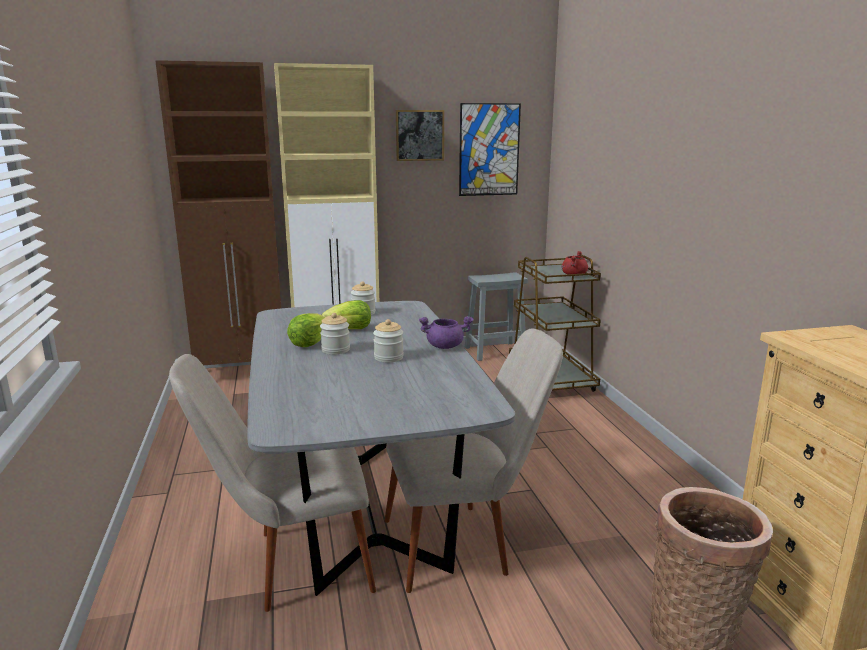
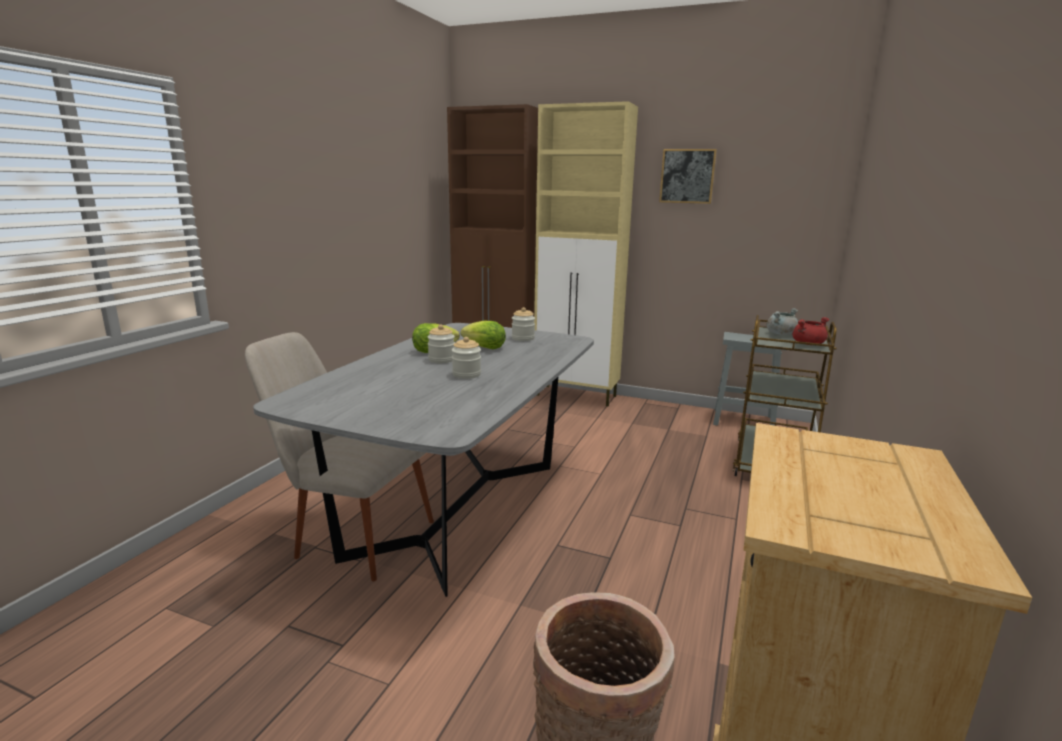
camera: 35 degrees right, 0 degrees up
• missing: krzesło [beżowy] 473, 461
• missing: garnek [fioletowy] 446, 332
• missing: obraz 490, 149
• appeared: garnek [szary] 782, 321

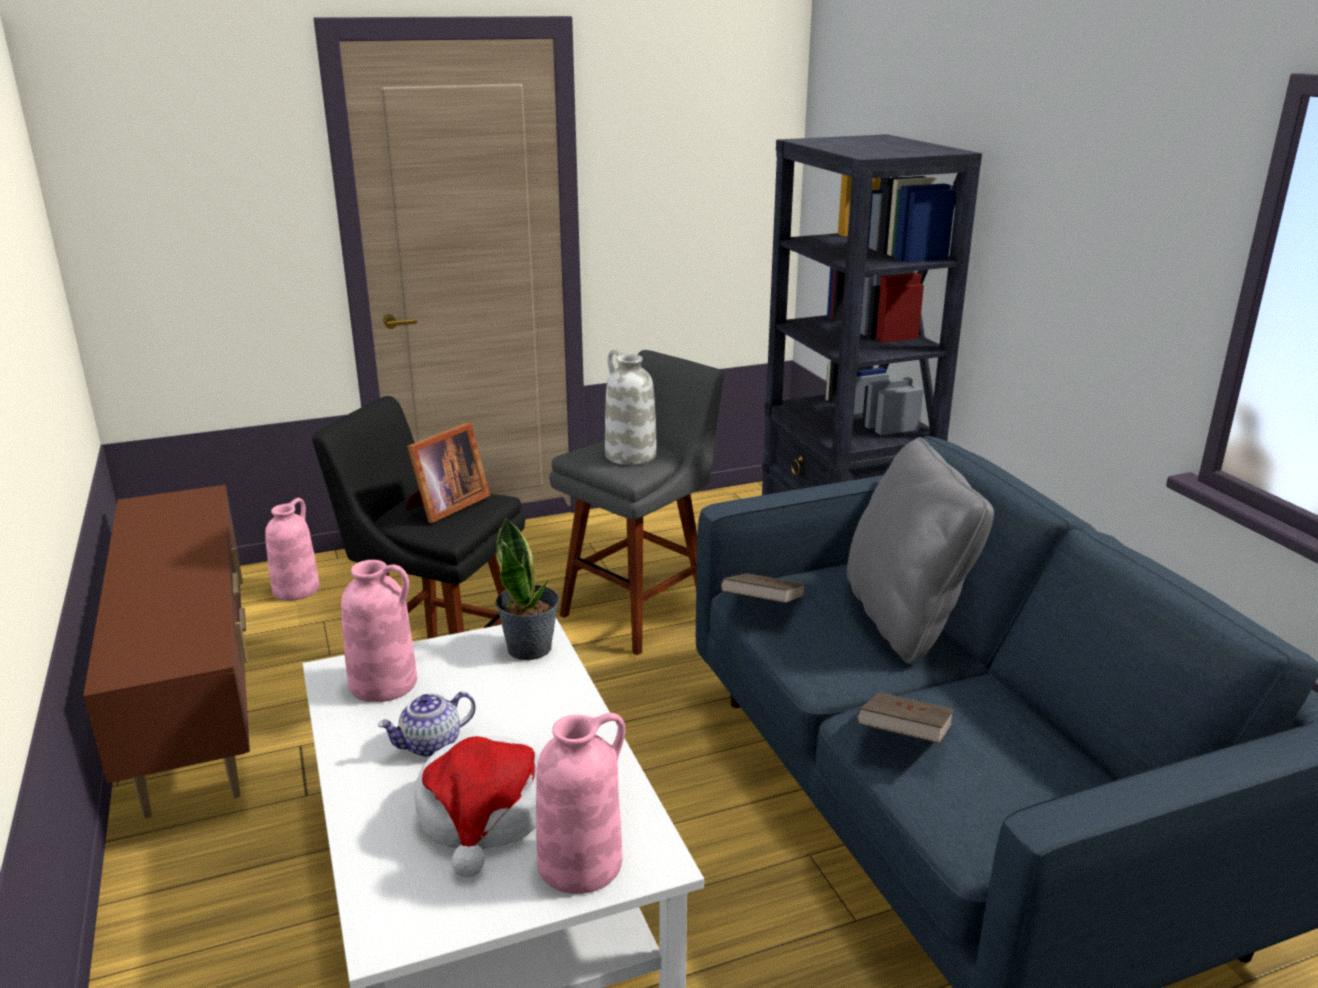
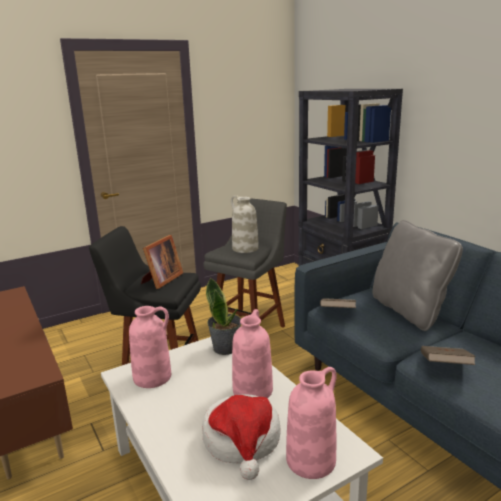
camera: 10 degrees left, 5 degrees down
• relocated: wazon [różowy] 292, 549 to 252, 353
• missing: imbryk 427, 724

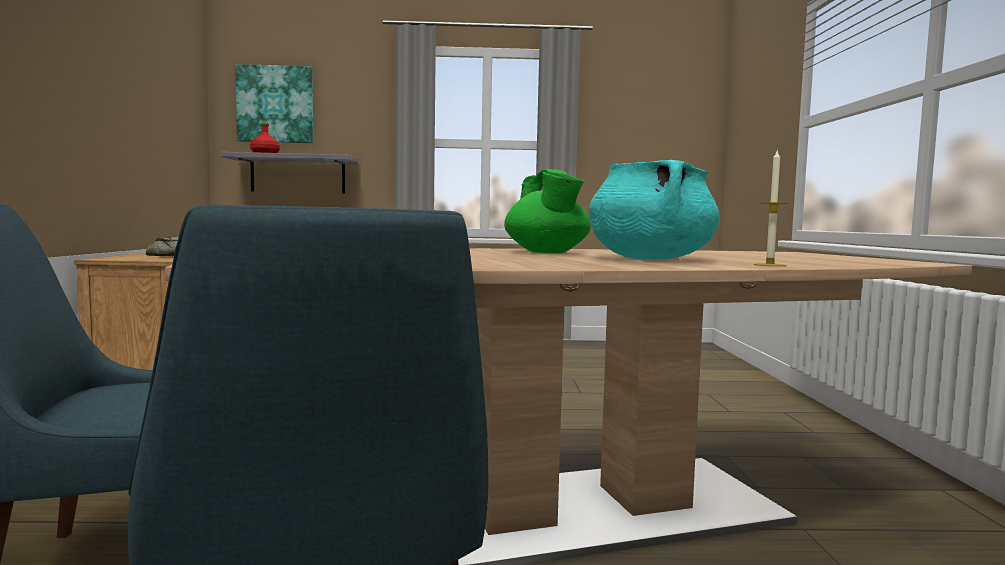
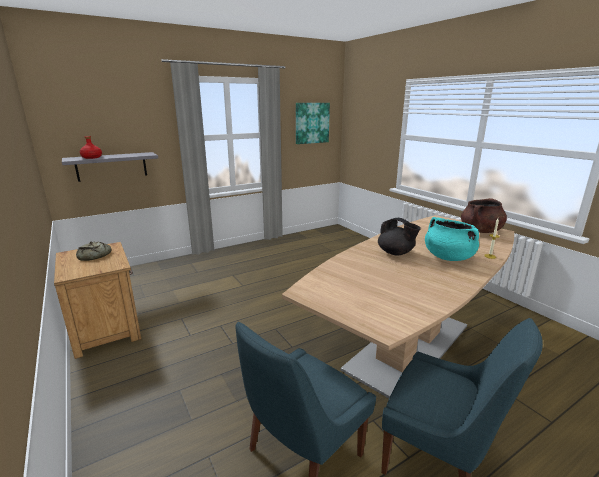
camera: 30 degrees left, 15 degrees up
• relocated: obraz 274, 103 to 313, 123
• colour: imbryk [zielony] 547, 211 to imbryk [czarny] 399, 237
• appeared: garnek [brązowy] 484, 215

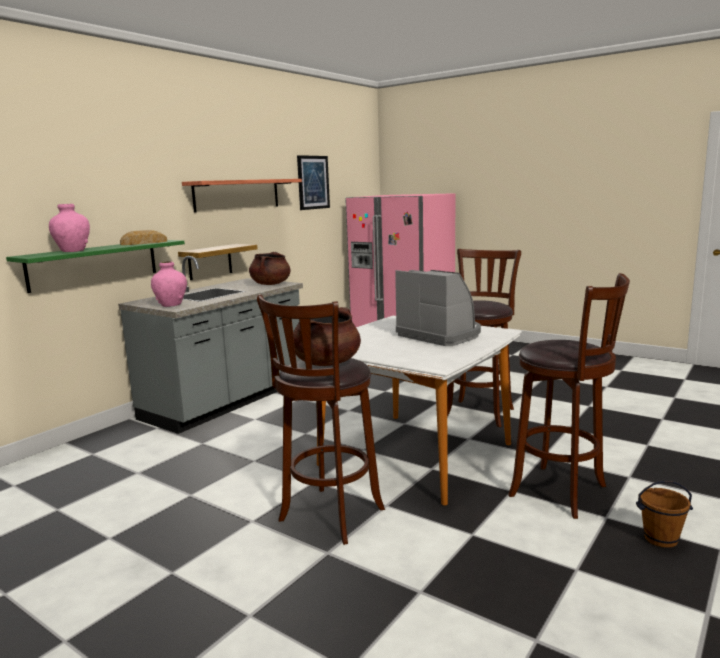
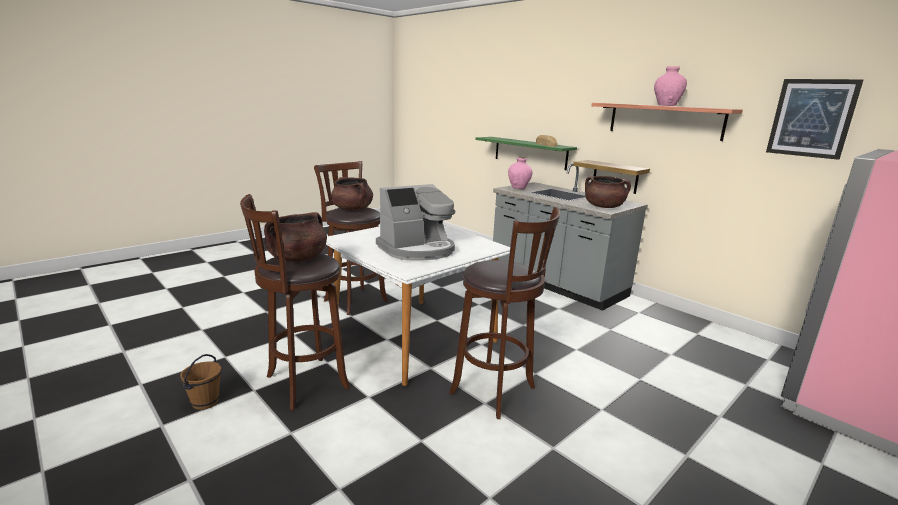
camera: 100 degrees right, 5 degrees up
• relocated: wazon [różowy] 69, 228 to 670, 86
• appeared: garnek [brązowy] 295, 237

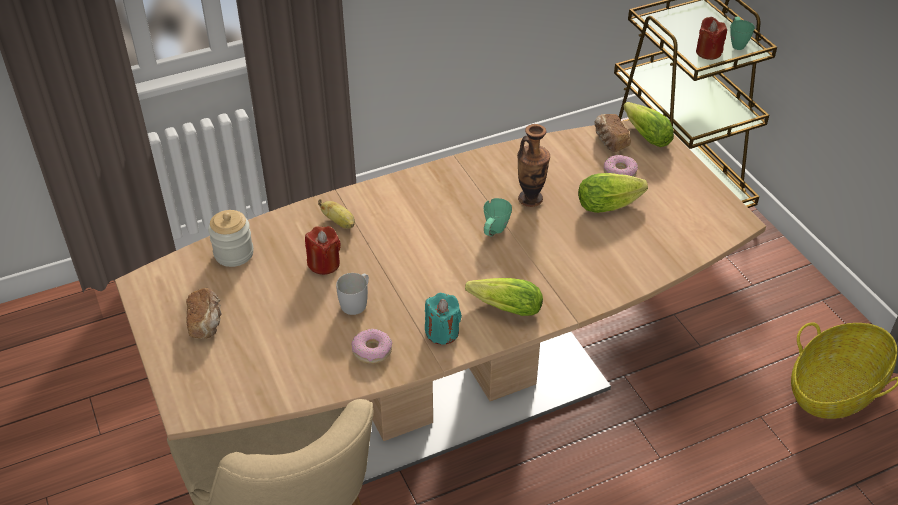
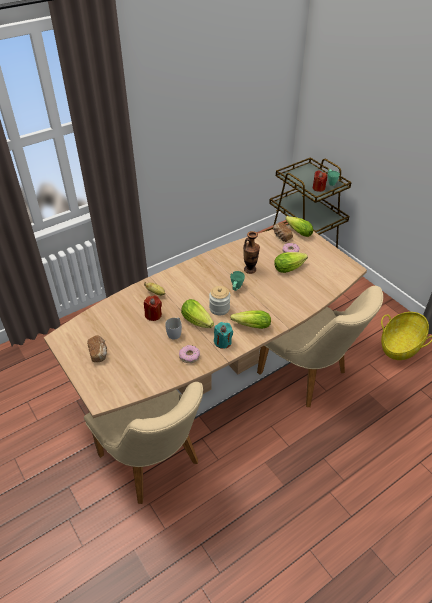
camera: 10 degrees left, 0 degrees up
• relocated: słoik 231, 238 to 219, 300
• appeared: sałata 197, 313
• appeared: krzesło [beżowy] 320, 346

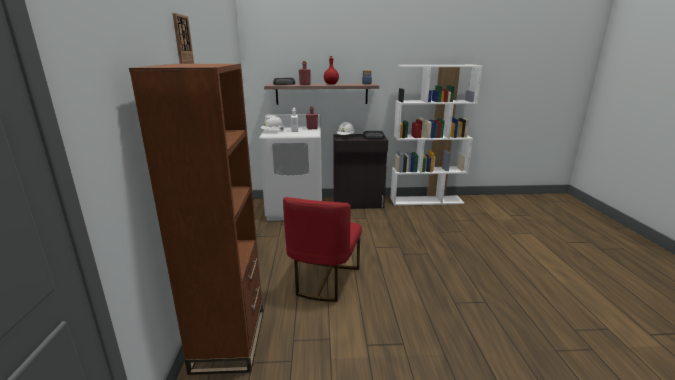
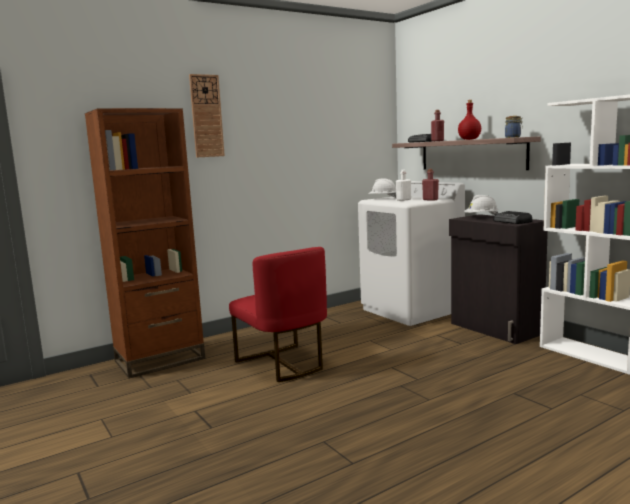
camera: 60 degrees right, 10 degrees down
• spun: krzesło [czerwony] 322, 249 = 278, 314 105 degrees counterclockwise

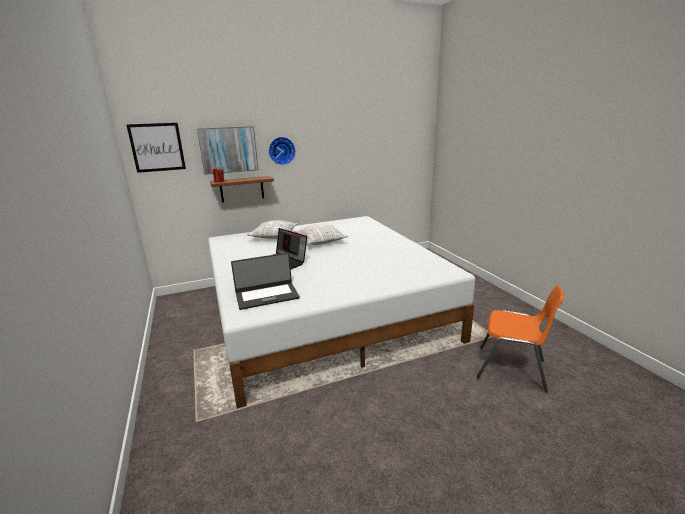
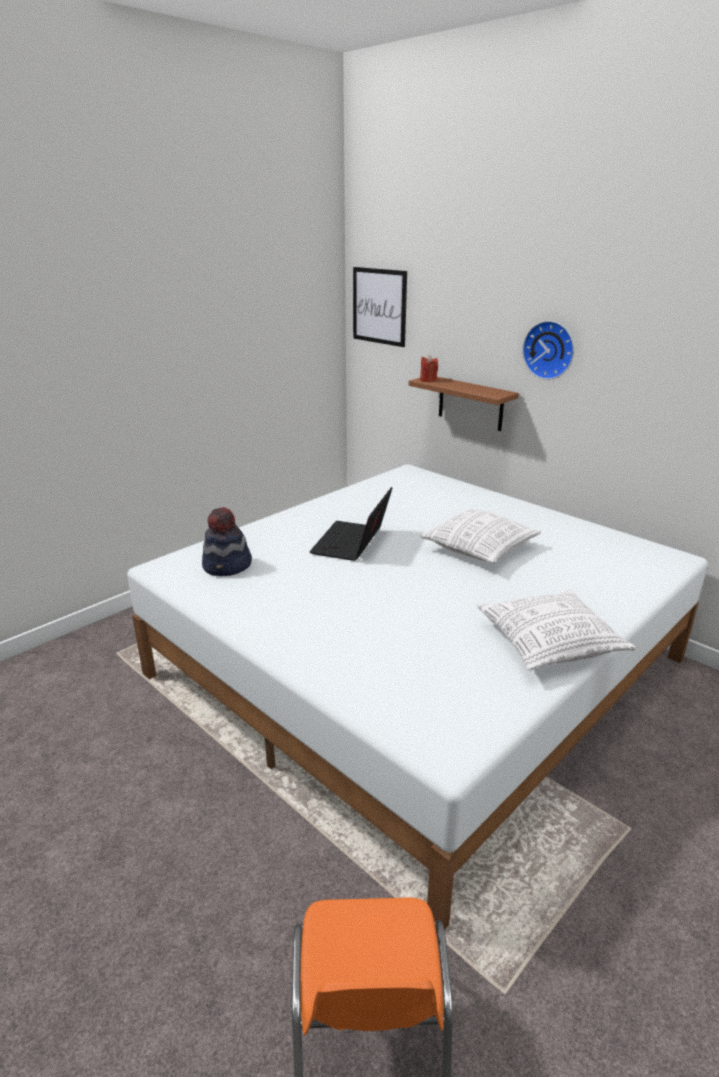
camera: 65 degrees right, 5 degrees up
• missing: obraz 228, 150
• exchanged: laptop 265, 281 to kapelusz 227, 541
• relocated: poduszka 272, 229 to 556, 630

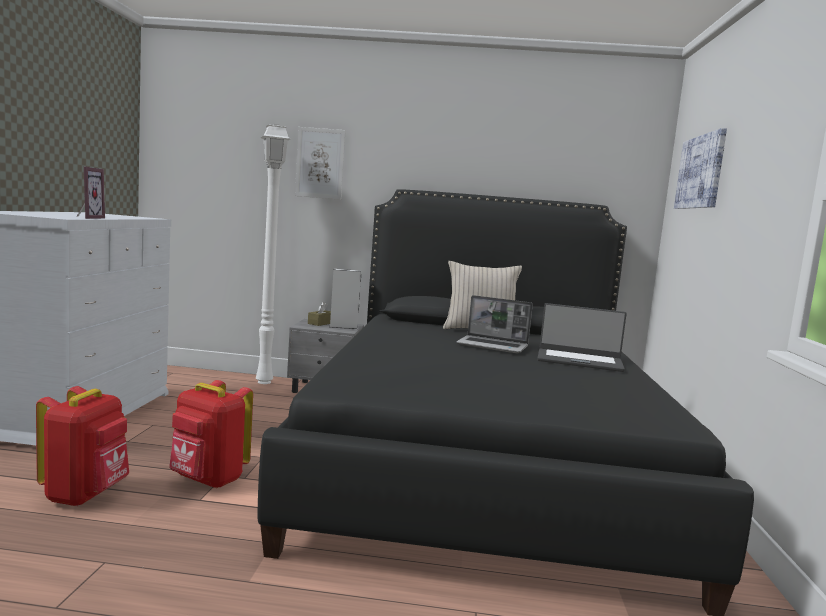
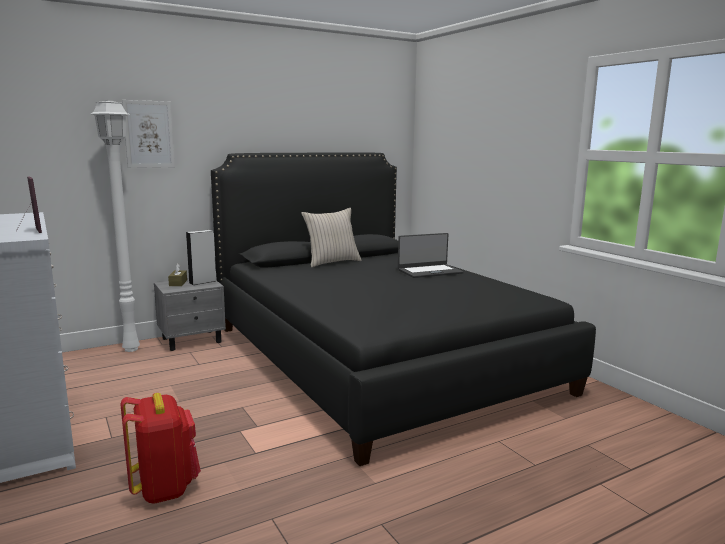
camera: 35 degrees left, 5 degrees up
• missing: plecak [czerwony] 211, 434
• missing: laptop 494, 324
• missing: obraz 700, 168

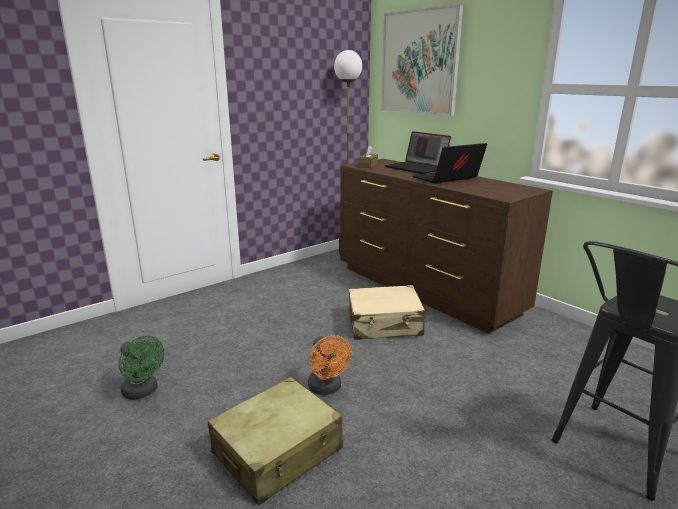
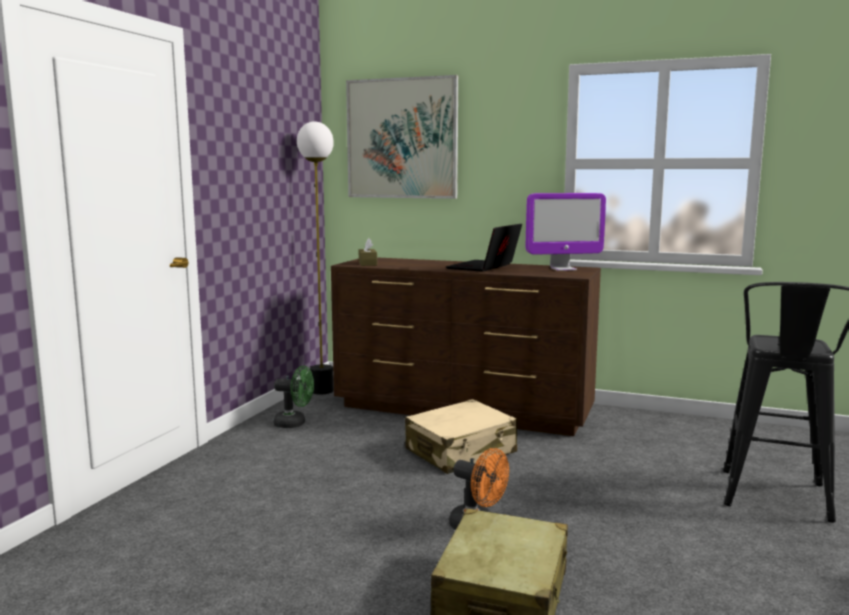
camera: 30 degrees left, 10 degrees down
• relocated: wentylator [zielony] 141, 368 to 293, 397
• missing: laptop 418, 152
• appeared: monitor 566, 232

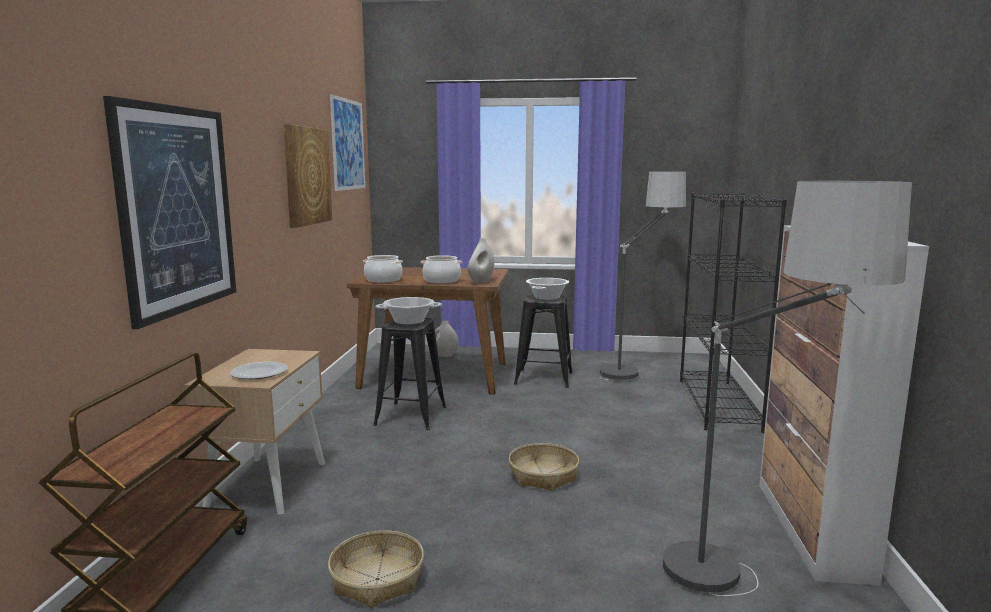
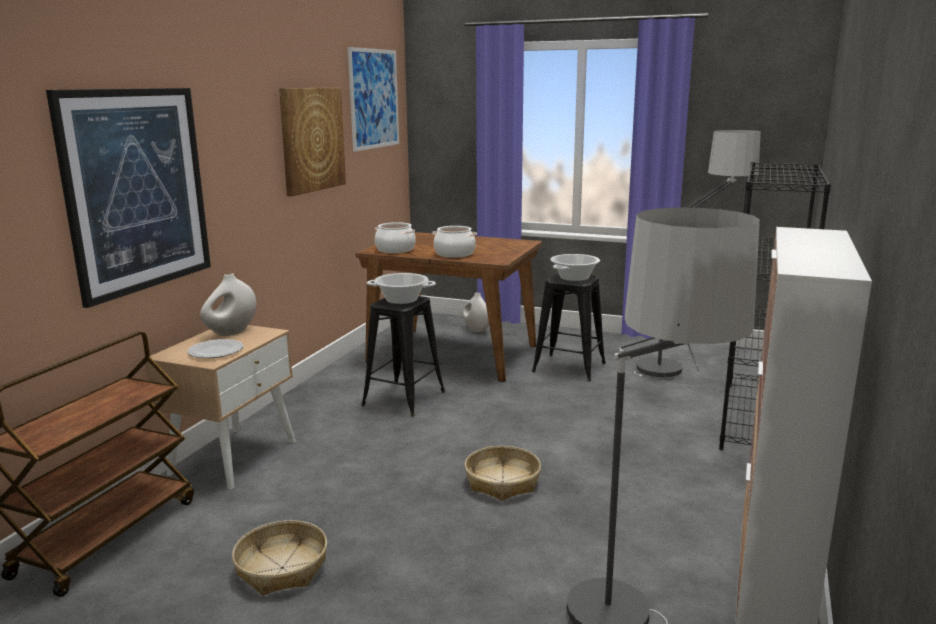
camera: 15 degrees right, 5 degrees up
• relocated: wazon [biały] 480, 260 to 228, 304

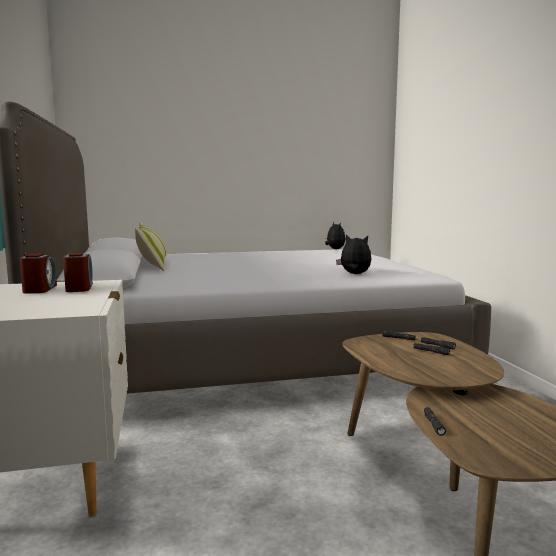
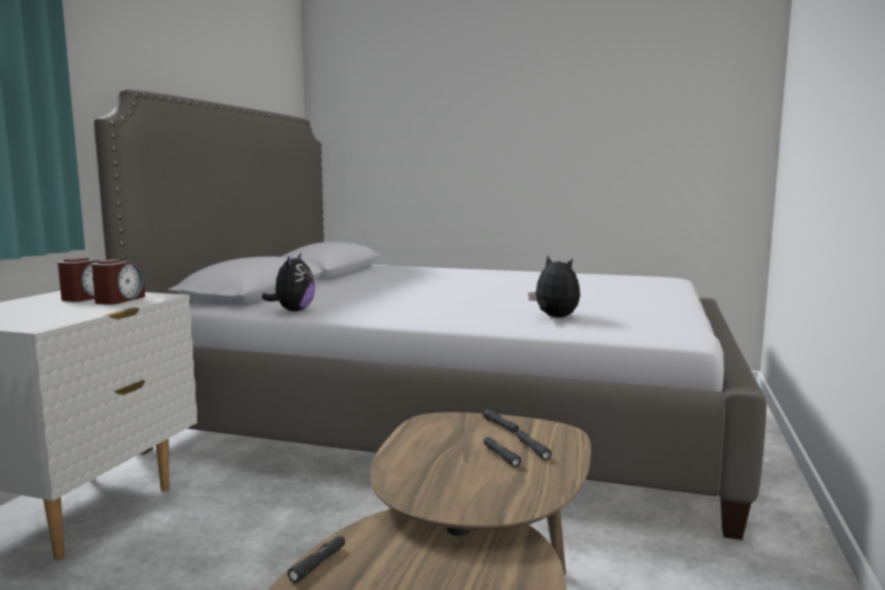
camera: 30 degrees right, 0 degrees up
• missing: poduszka 151, 246
• relocated: pluszak 335, 235 to 288, 281

